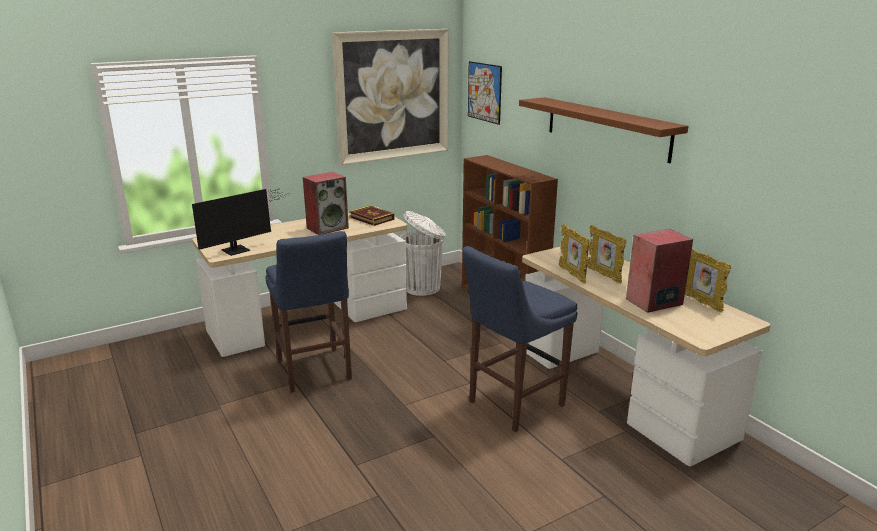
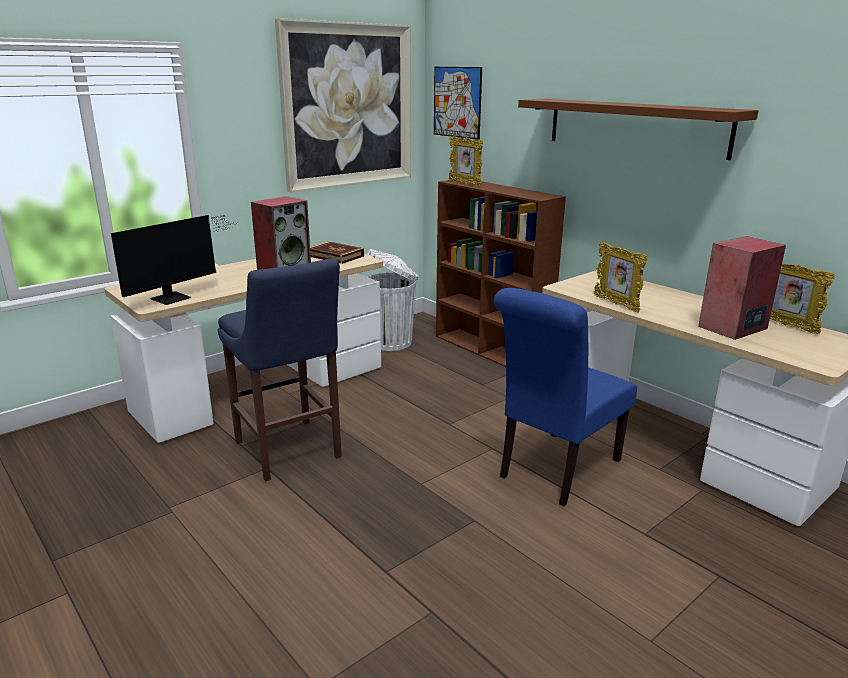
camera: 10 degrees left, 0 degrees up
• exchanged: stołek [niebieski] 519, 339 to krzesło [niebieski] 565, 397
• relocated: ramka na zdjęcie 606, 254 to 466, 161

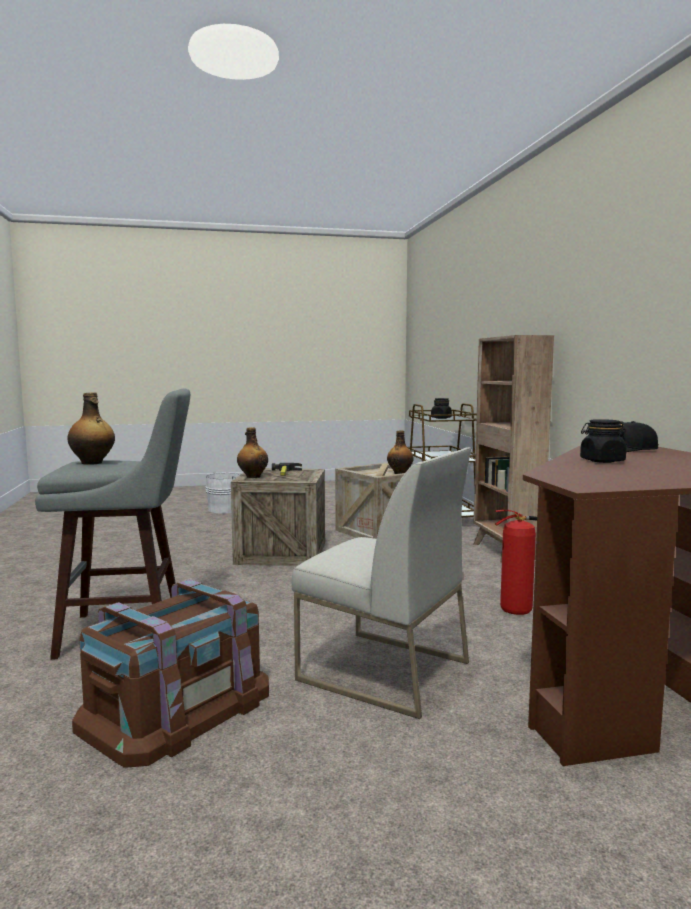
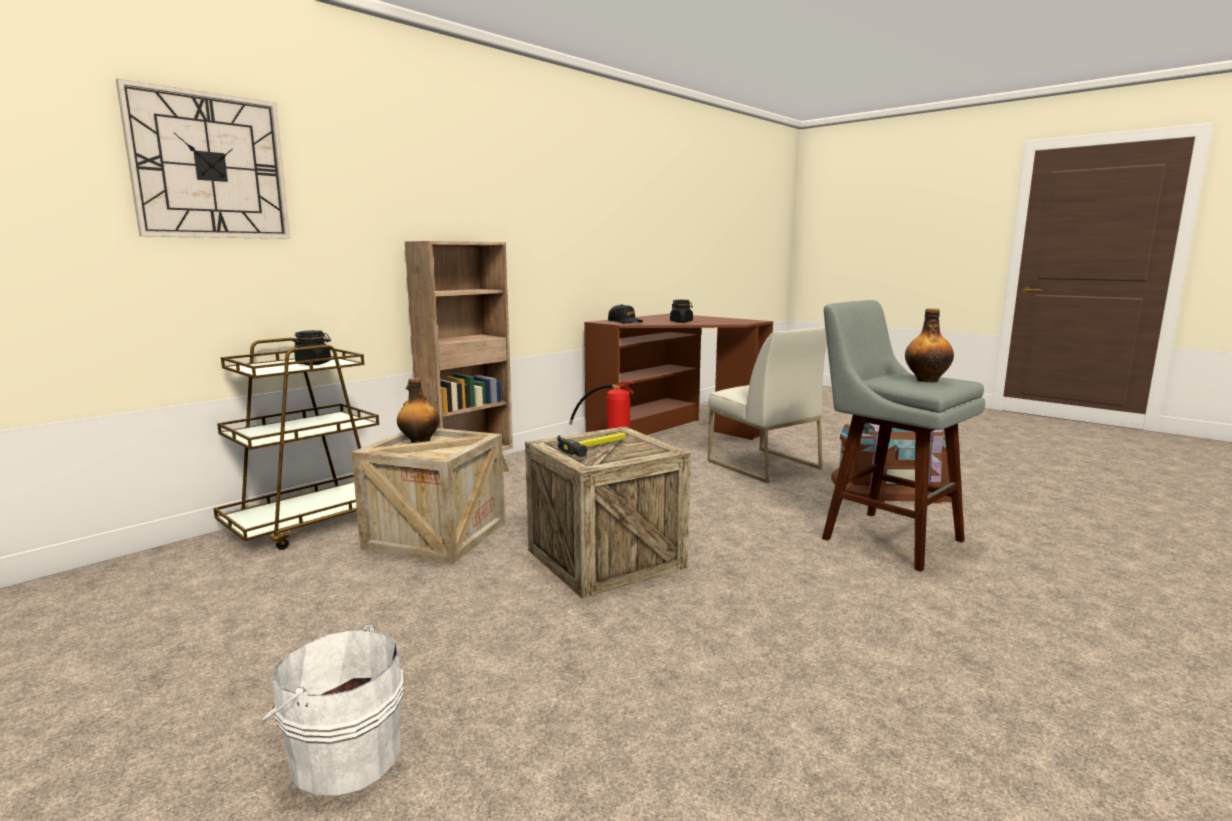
camera: 125 degrees left, 5 degrees up
• missing: butelka 252, 452
• spun: krzesło [biały] 381, 583 = 767, 405 150 degrees clockwise
• appeared: zegar ścienny 203, 158

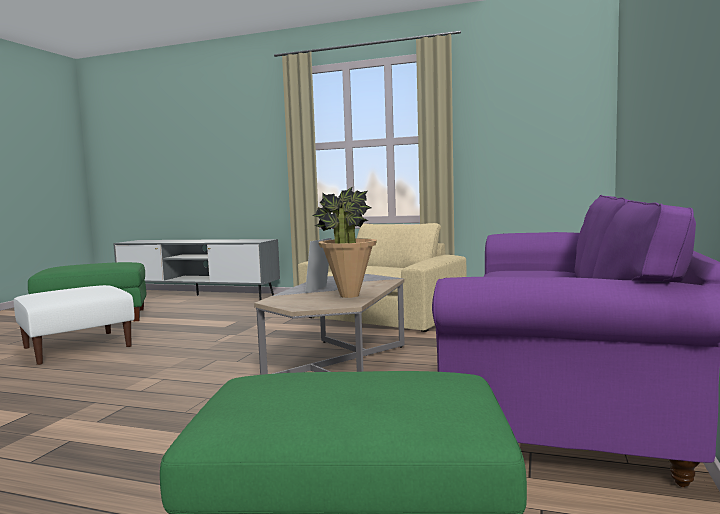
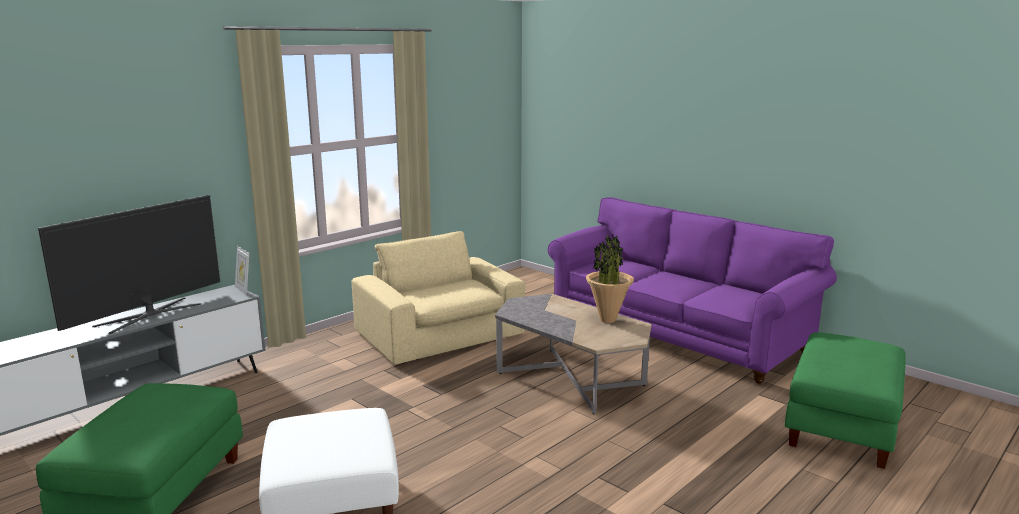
camera: 65 degrees left, 10 degrees up
• relocated: ramka na zdjęcie 318, 265 to 242, 271
• appeared: telewizor 129, 264

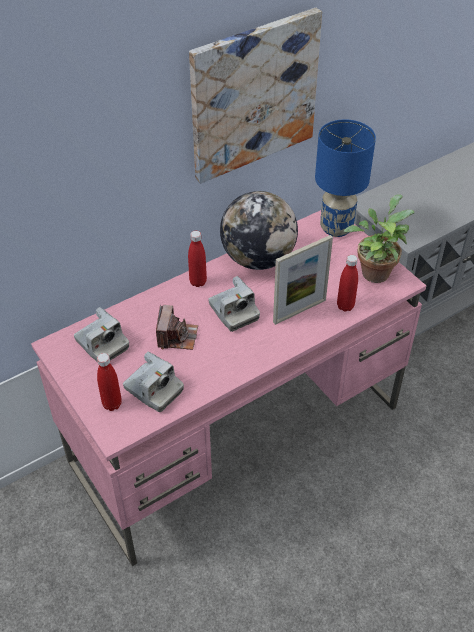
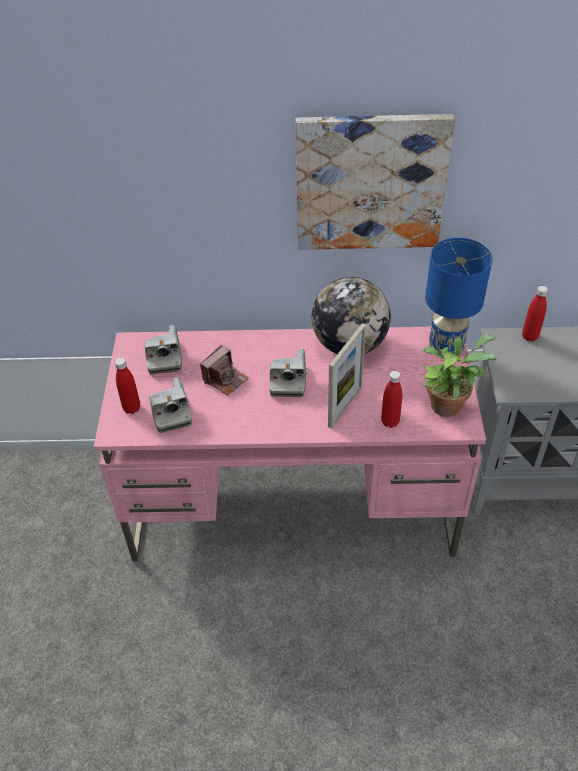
camera: 35 degrees right, 0 degrees up
• relocated: butelka [czerwony] 197, 259 to 535, 314
• spun: ramka na zdjęcie 303, 280 = 347, 376 60 degrees counterclockwise

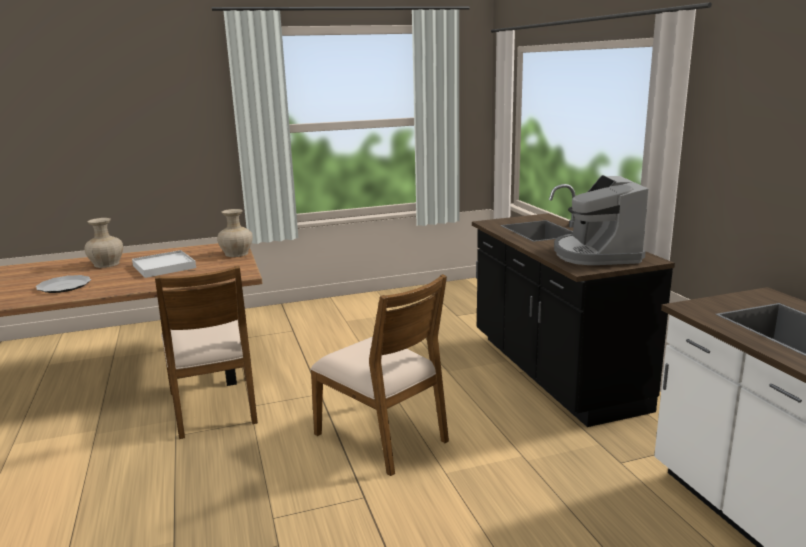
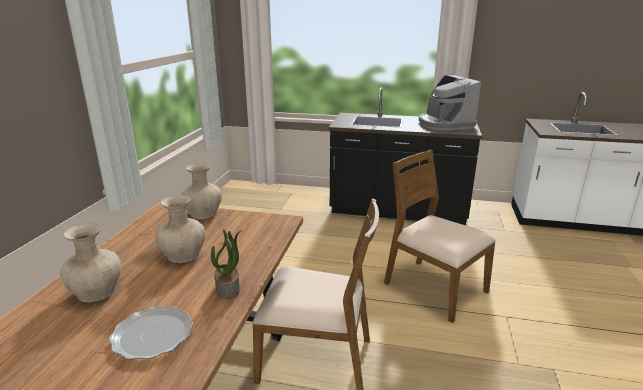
camera: 60 degrees left, 5 degrees up
• exchanged: taca [biały] 164, 264 to wazon [beżowy] 180, 229
• spun: krzesło [brązowy] 380, 375 = 440, 236 120 degrees counterclockwise
• spun: ekspres do kawy 601, 220 = 450, 103 45 degrees clockwise
• appeared: roślina doniczkowa 226, 264

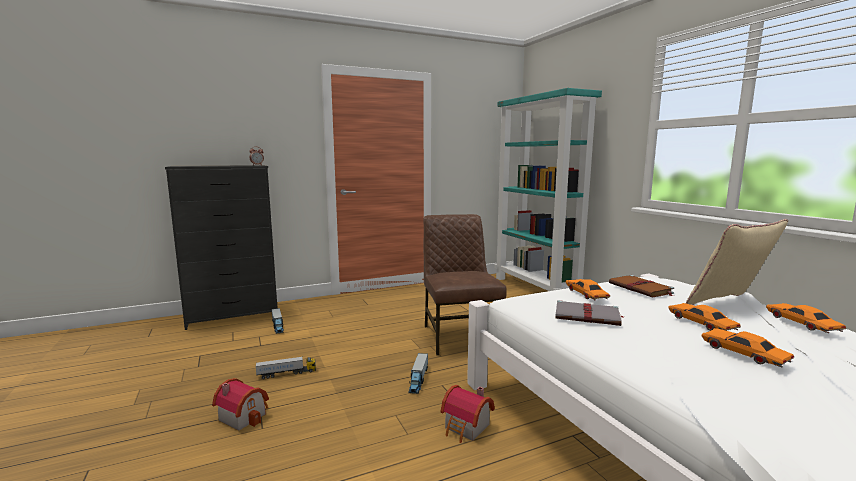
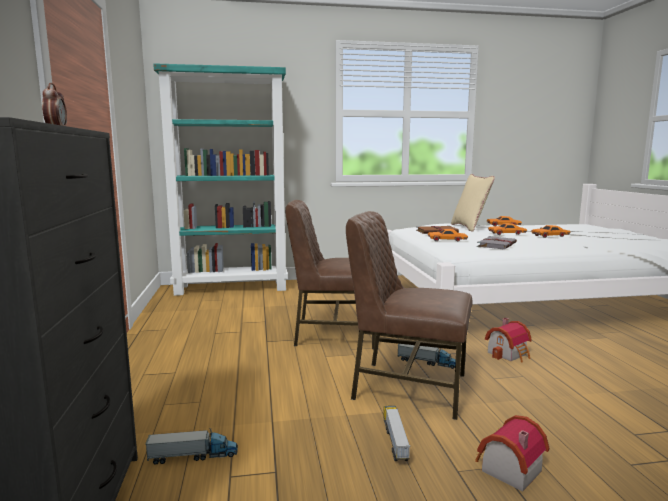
camera: 75 degrees left, 0 degrees up
• appeared: krzesło [brązowy] 409, 315

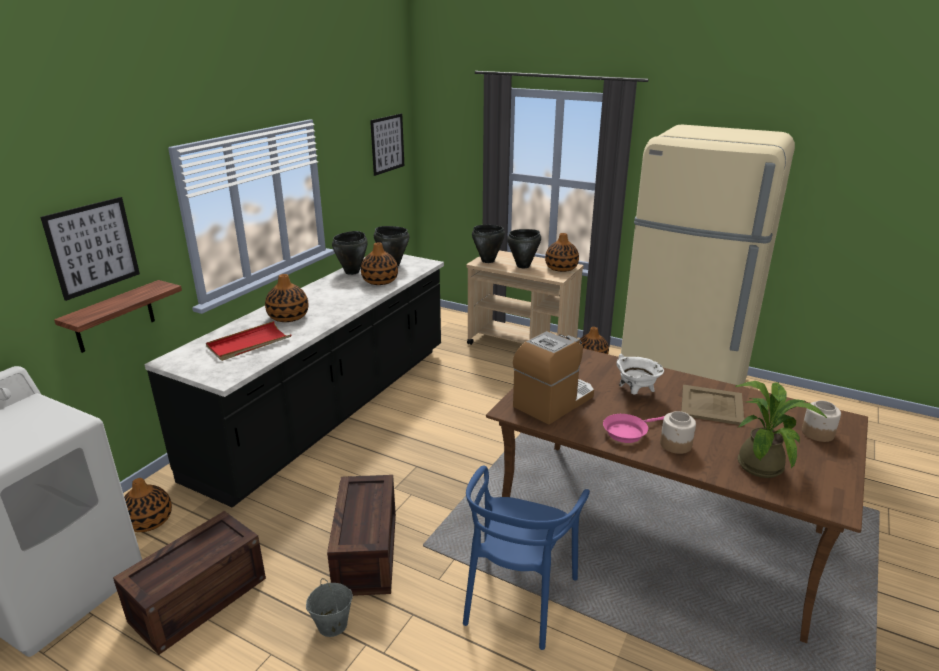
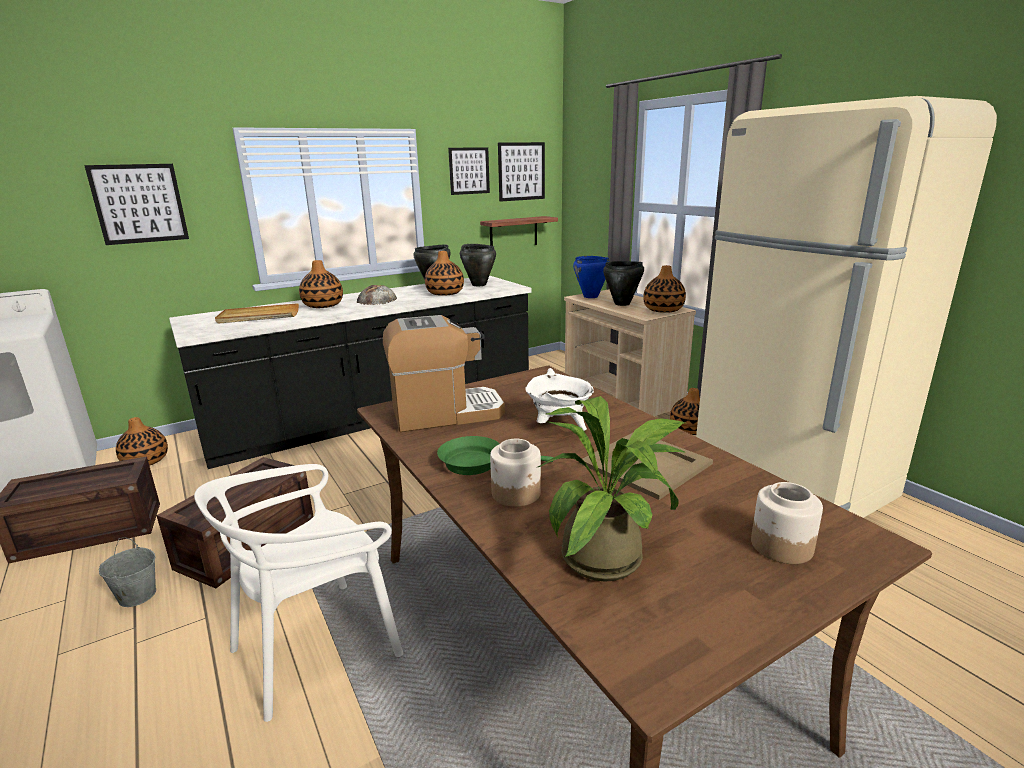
camera: 30 degrees right, 5 degrees down
• relocated: półka 118, 316 to 519, 231
• colour: taca [czerwony] 248, 341 to taca [beżowy] 257, 313
• colour: krzesło [niebieski] 526, 558 to krzesło [biały] 298, 593
• colour: garnek [czarny] 488, 244 to garnek [niebieski] 591, 277
• colour: patelnia [różowy] 633, 428 to patelnia [zielony] 495, 455
• appeared: chleb 377, 295
• appeared: obraz 469, 171

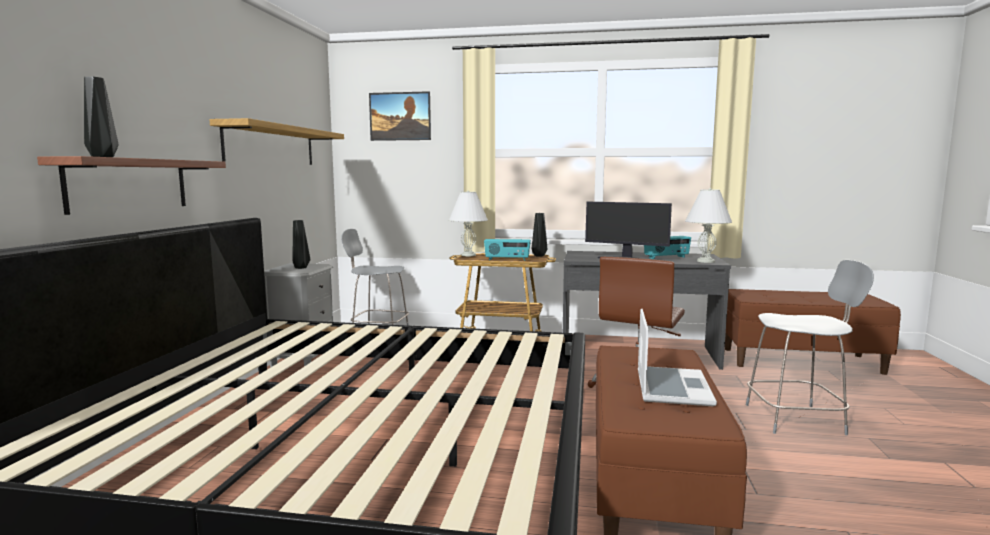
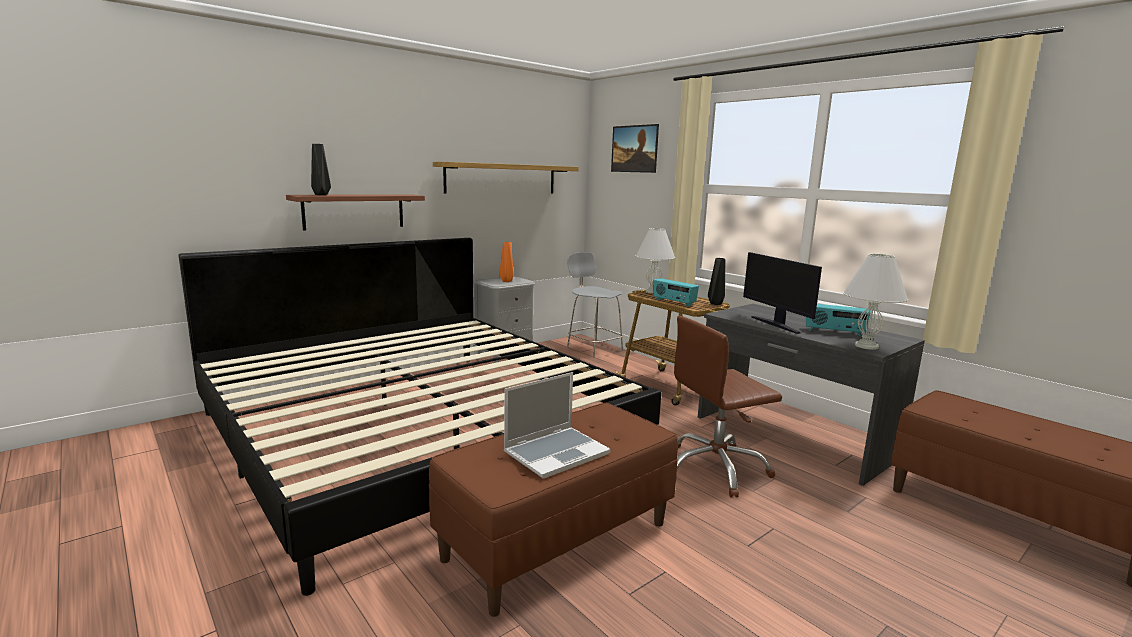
camera: 40 degrees right, 5 degrees up
• colour: wazon [czarny] 301, 244 to wazon [pomarańczowy] 506, 262
• missing: krzesło [szary] 810, 347

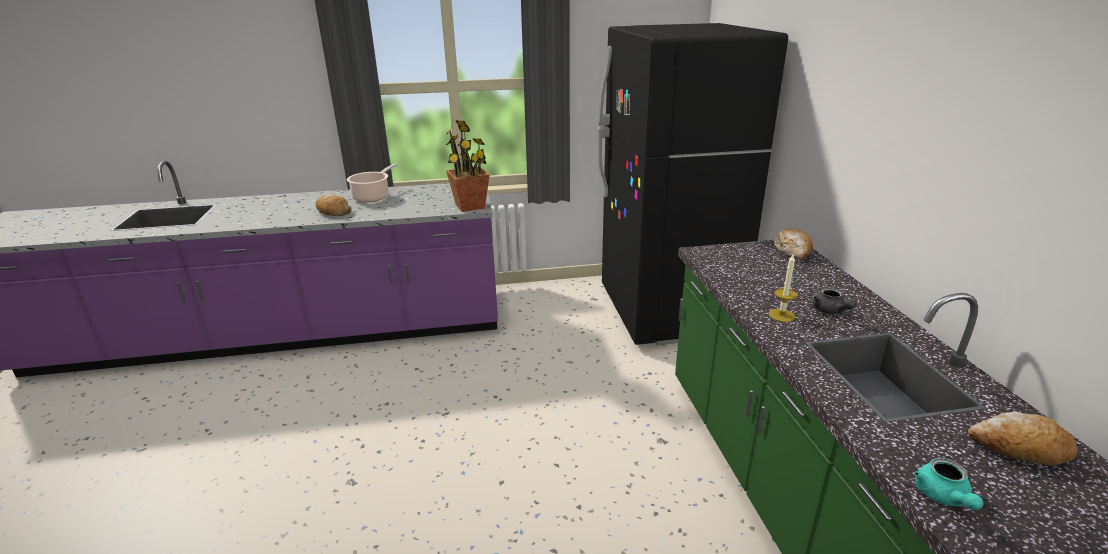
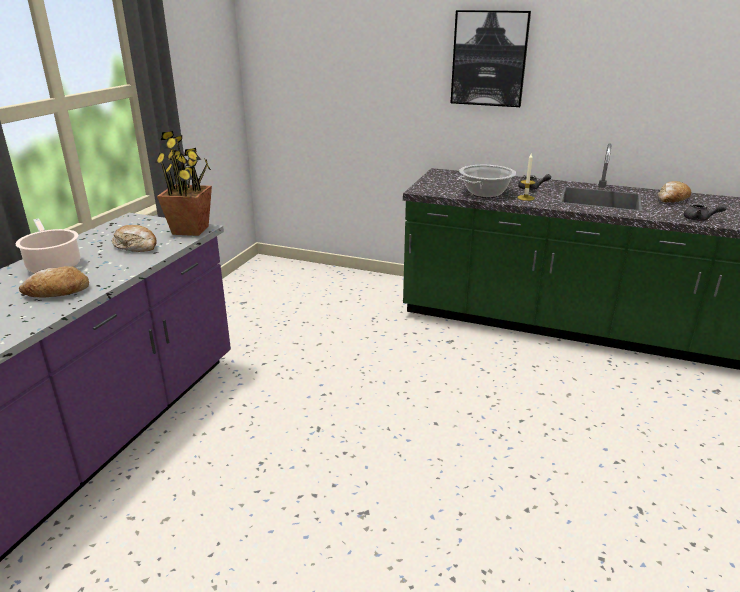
camera: 60 degrees left, 0 degrees up
• missing: lodówka [czarny] 693, 184
• relocated: chleb 793, 244 to 134, 238
• colour: imbryk [turkusowy] 949, 484 to imbryk [szary] 705, 212
• appeared: obraz 491, 58
• appeared: garnek 487, 181

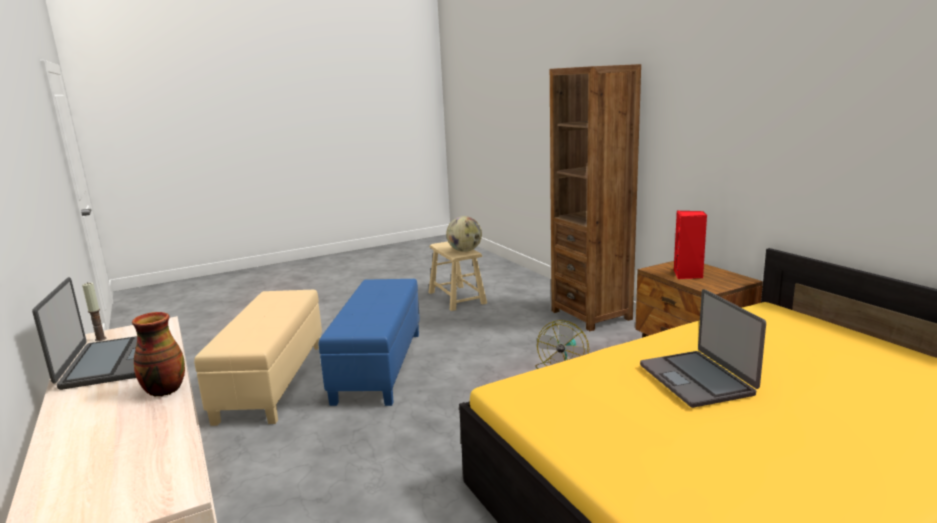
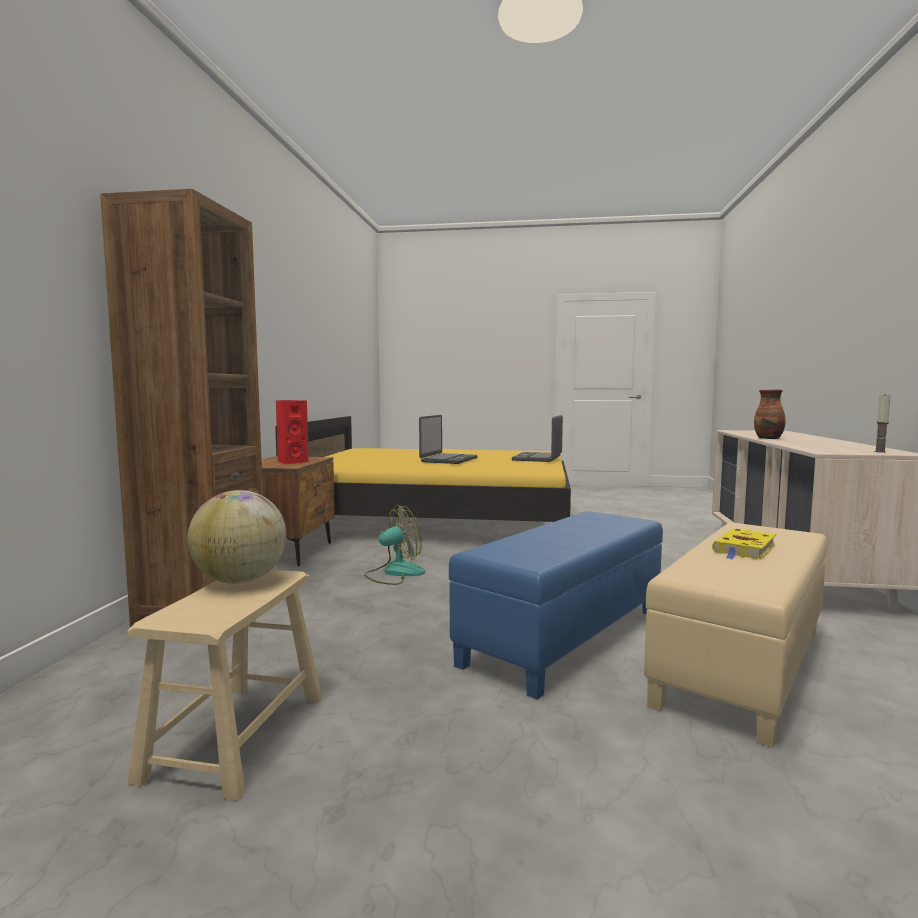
camera: 145 degrees left, 10 degrees down
• relocated: laptop 84, 333 to 537, 438
• appeared: książka [żółty] 744, 544

